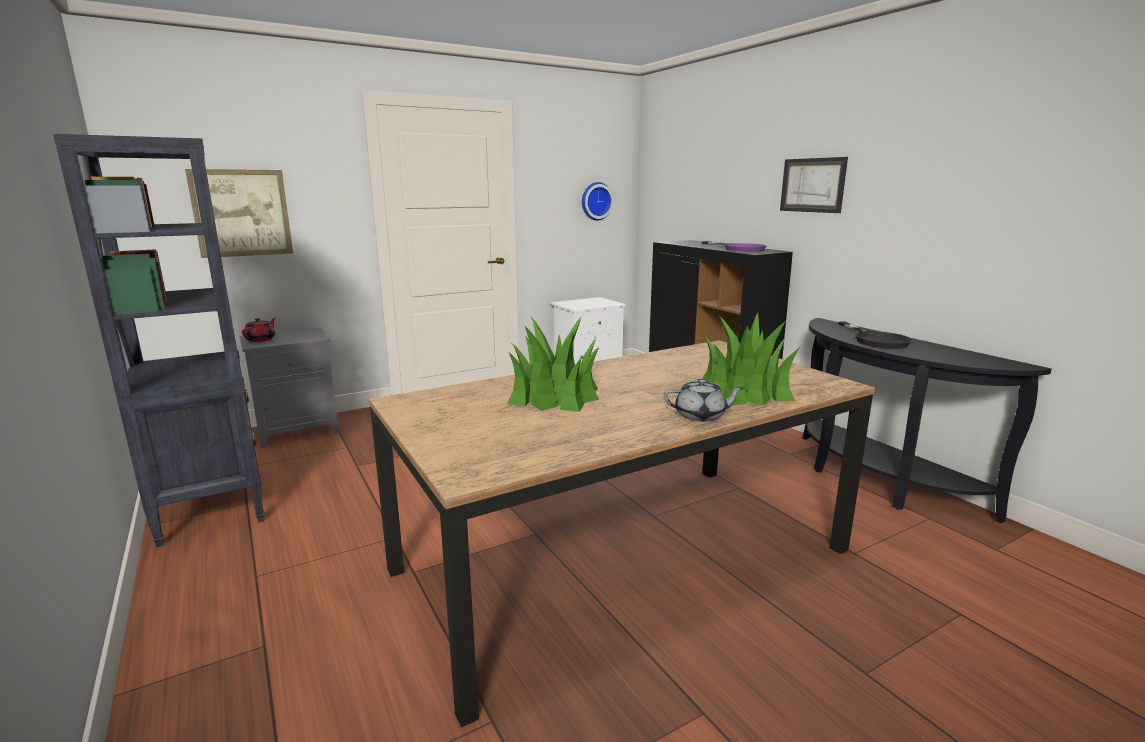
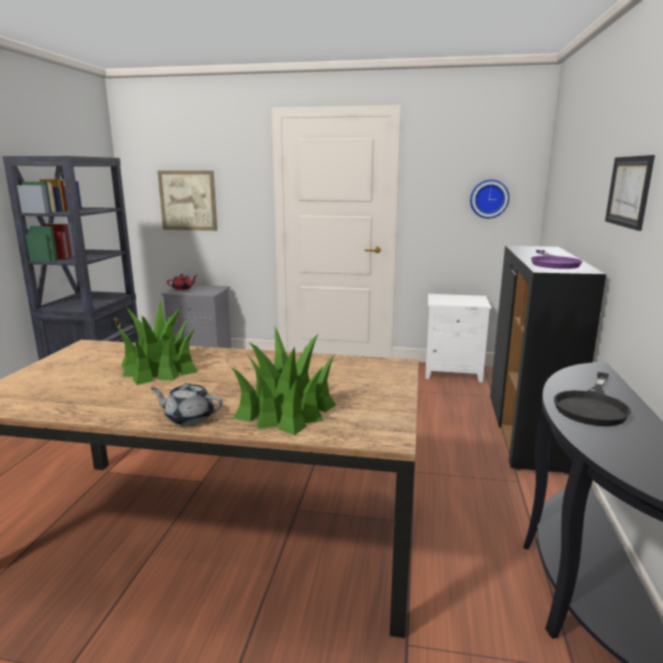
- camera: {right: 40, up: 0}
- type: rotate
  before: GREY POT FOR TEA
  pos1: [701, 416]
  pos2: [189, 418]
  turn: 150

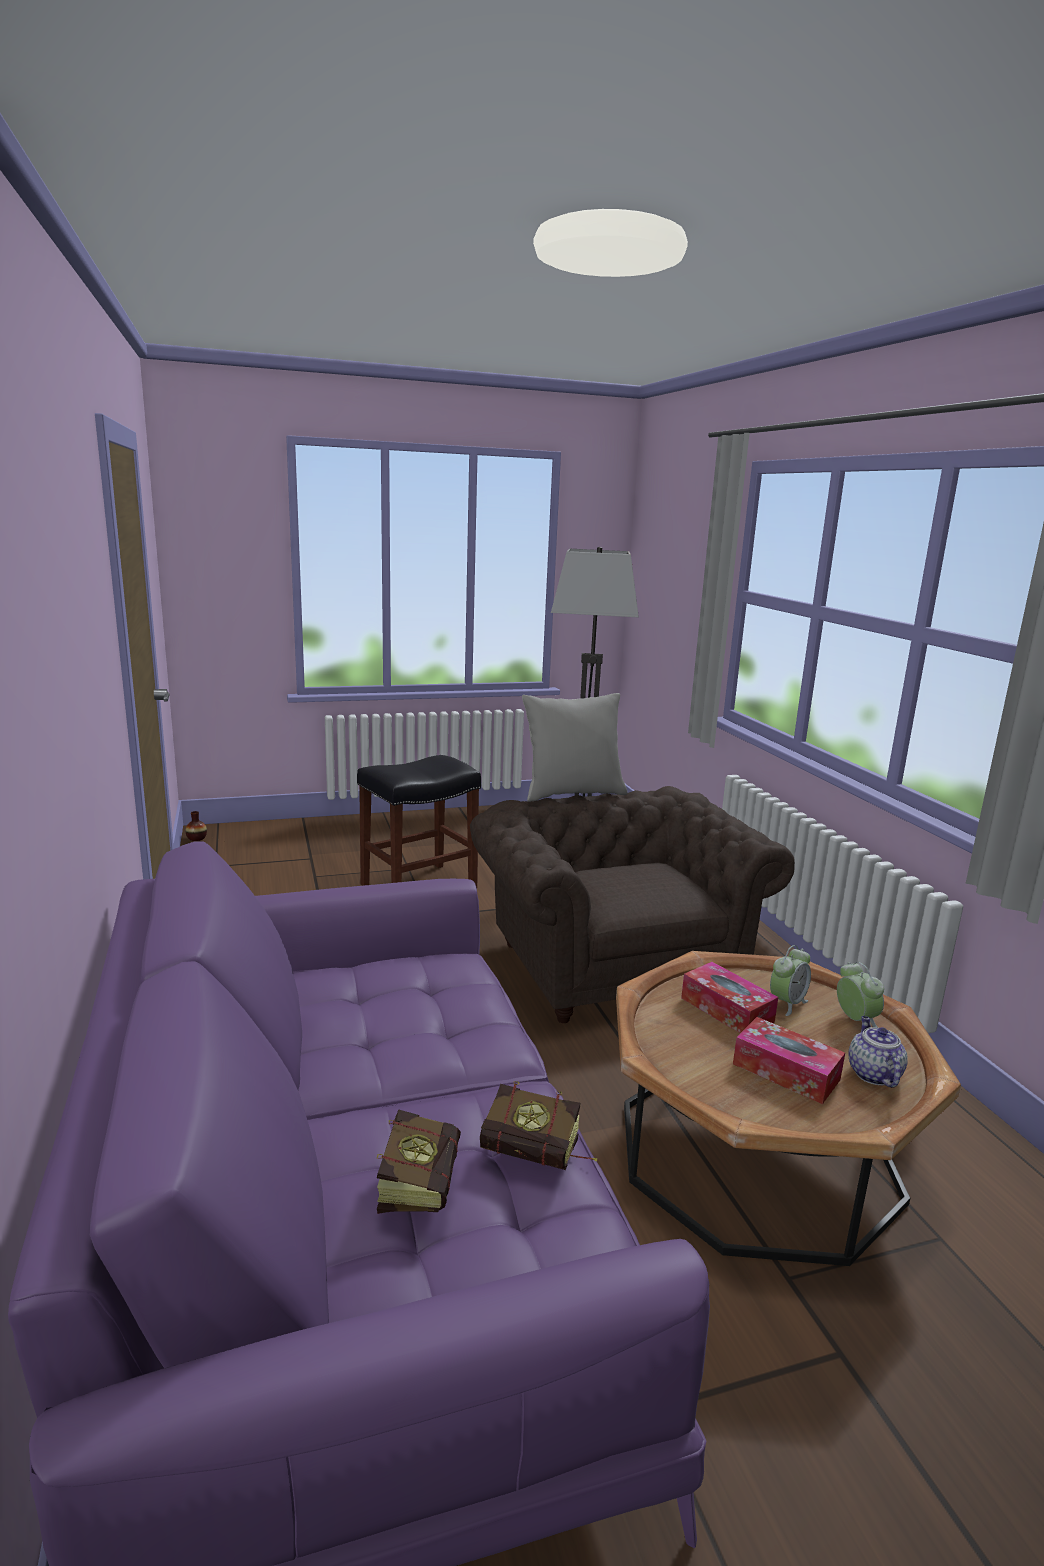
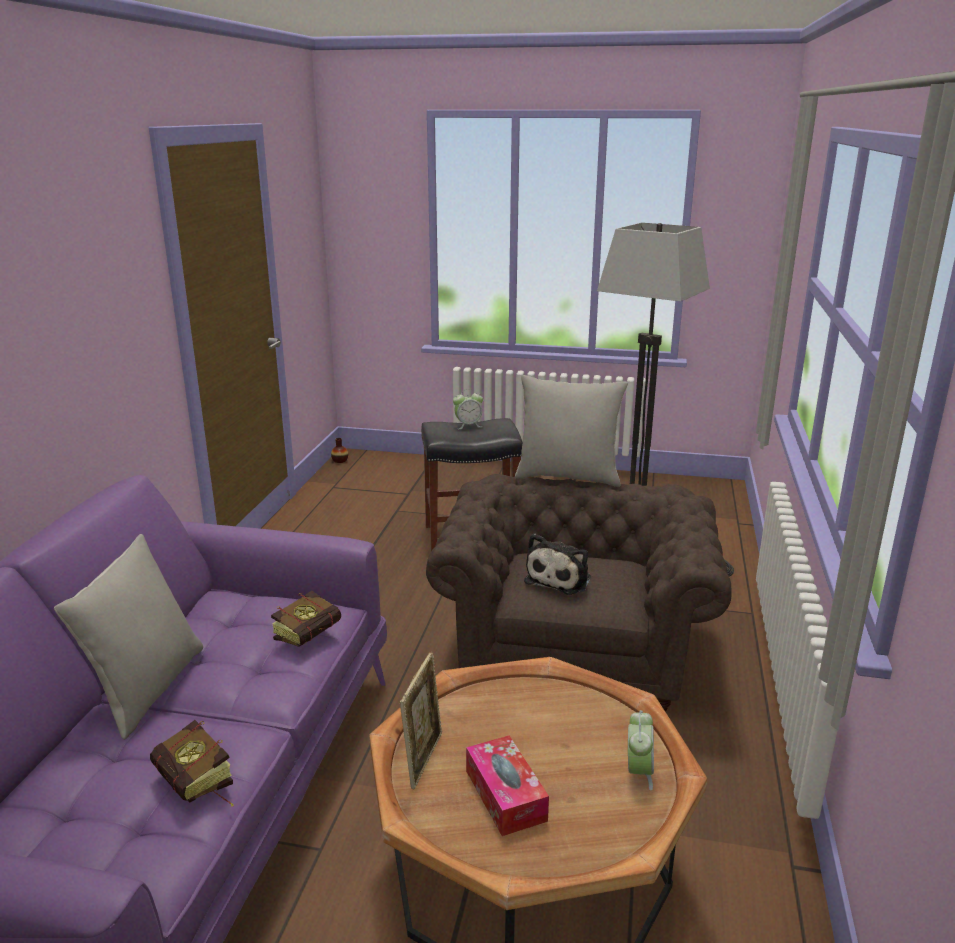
- camera: {right: 30, up: 5}
- type: move
  before: BEDSIDE CLOCK
  pos1: [787, 1003]
  pos2: [468, 425]
- type: delete
  before: BOX OF TISSUES
  pos1: [727, 1010]
- type: delete
  before: POT FOR TEA
  pos1: [872, 1073]
- type: move
  before: VOLUME
  pos1: [421, 1180]
  pos2: [313, 634]
- type: insert
  after: GREY PILLOW
  pos2: [146, 689]
- type: insert
  after: PLUSH TOY
  pos2: [560, 578]
- type: insert
  after: PHOTO FRAME
  pos2: [423, 759]

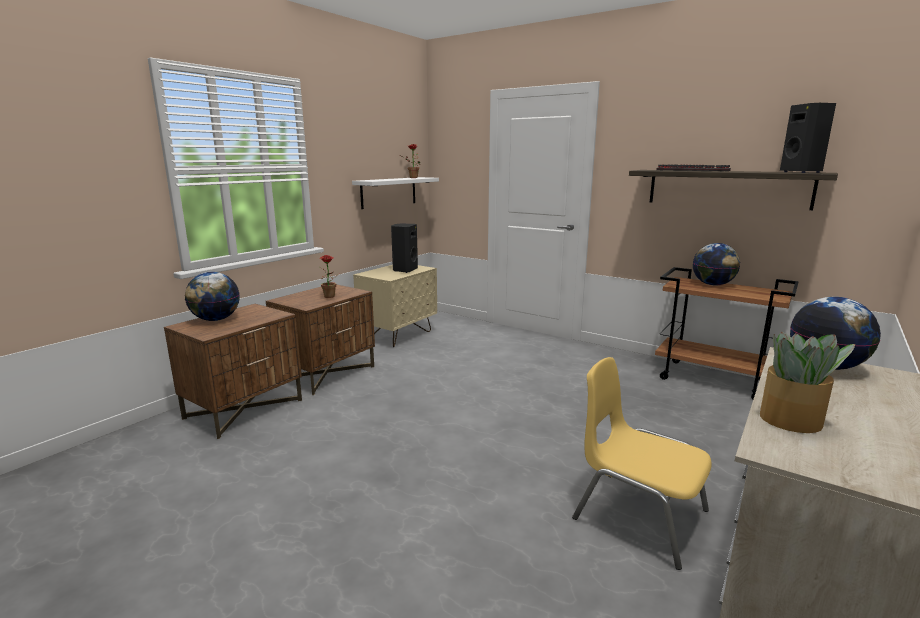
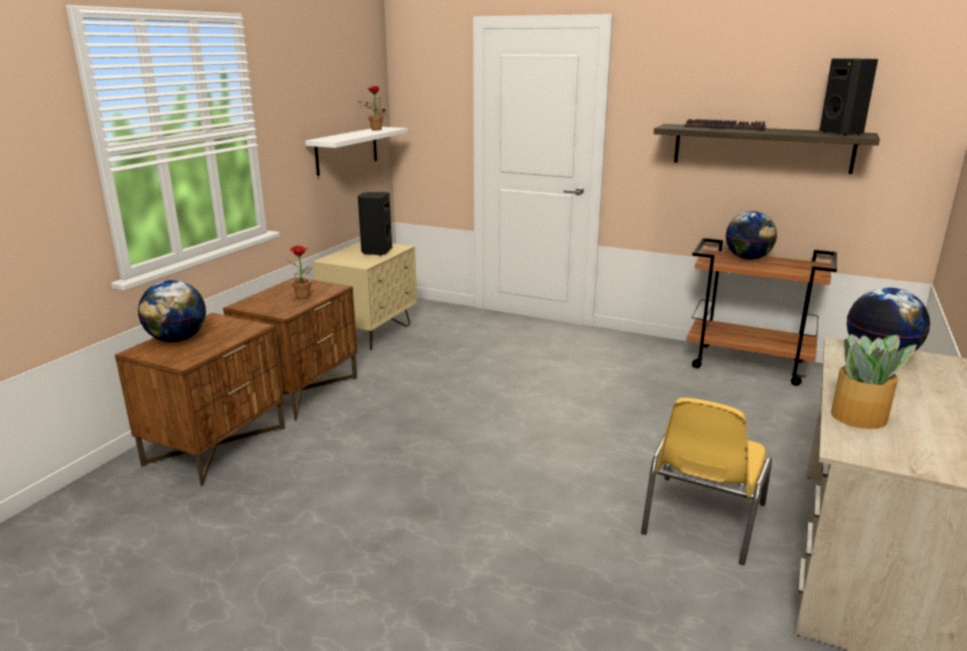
- camera: {right: -10, up: 5}
- type: rotate
  before: YELLOW-COLOURED UPRIGHT CHAIR
  pos1: [638, 514]
  pos2: [701, 519]
  turn: -90

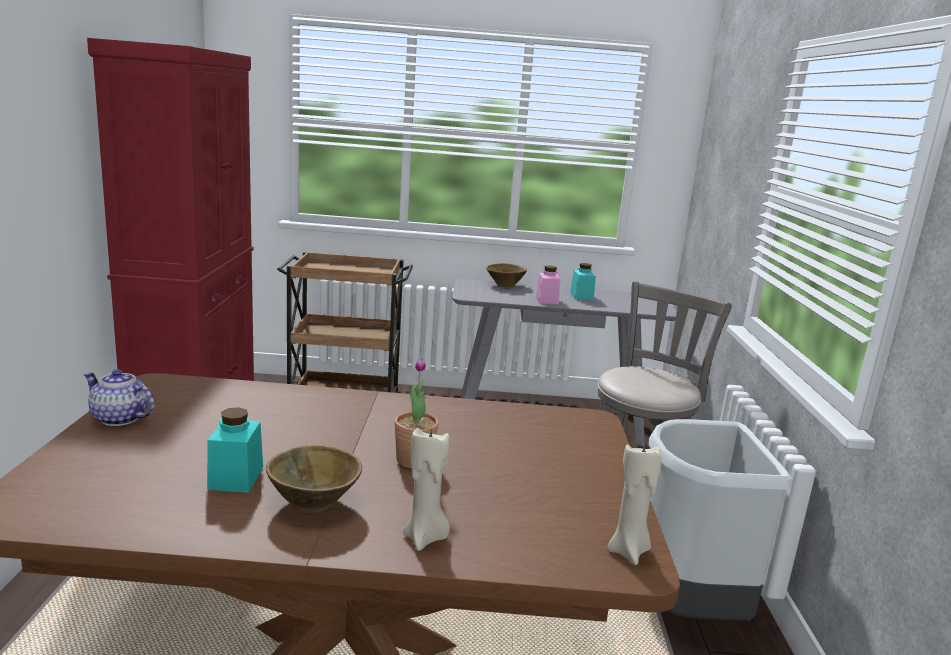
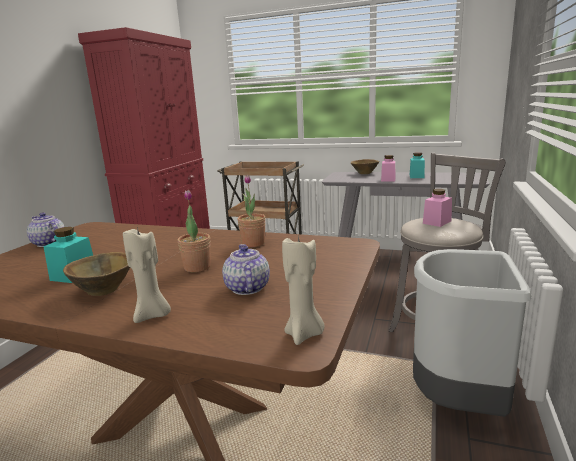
- camera: {right: 20, up: 0}
- type: insert
  after: PLANT IN A POT
  pos2: [253, 243]
- type: insert
  after: PINK-COLOURED JAR
  pos2: [437, 222]
- type: insert
  after: POT FOR TEA
  pos2: [247, 288]

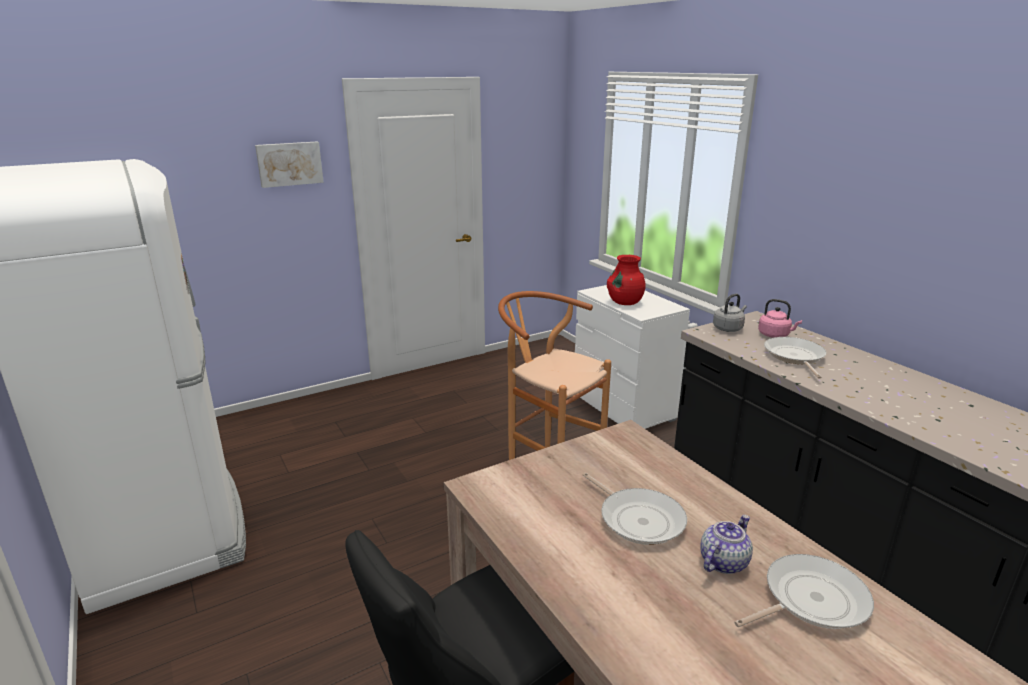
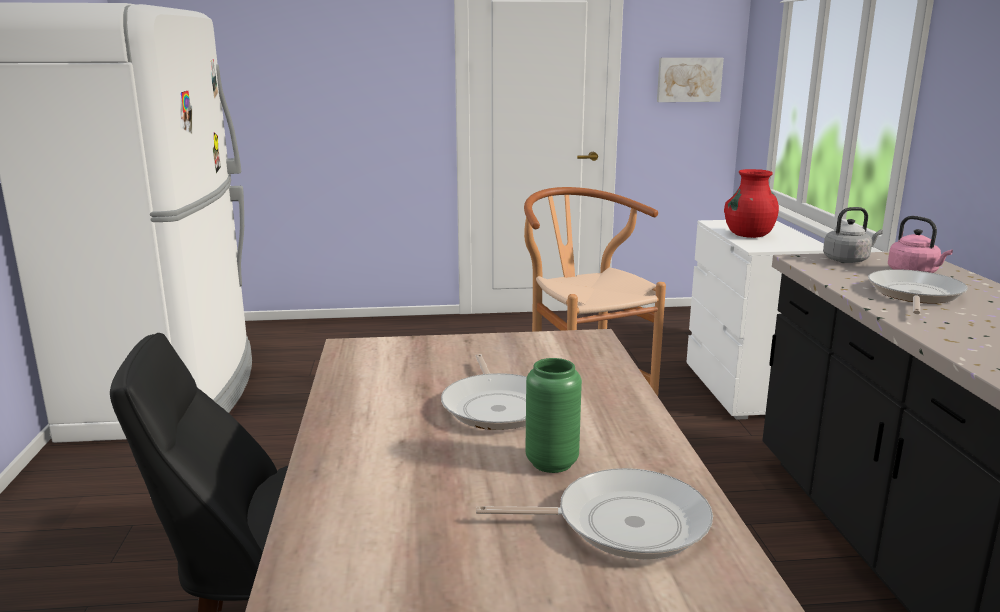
- camera: {right: 25, up: -5}
- type: move
  before: PICTURE
  pos1: [289, 164]
  pos2: [688, 79]
- type: replace
  before: POT FOR TEA
  after: GREEN DECORATIVE VASE
  pos1: [723, 561]
  pos2: [552, 463]

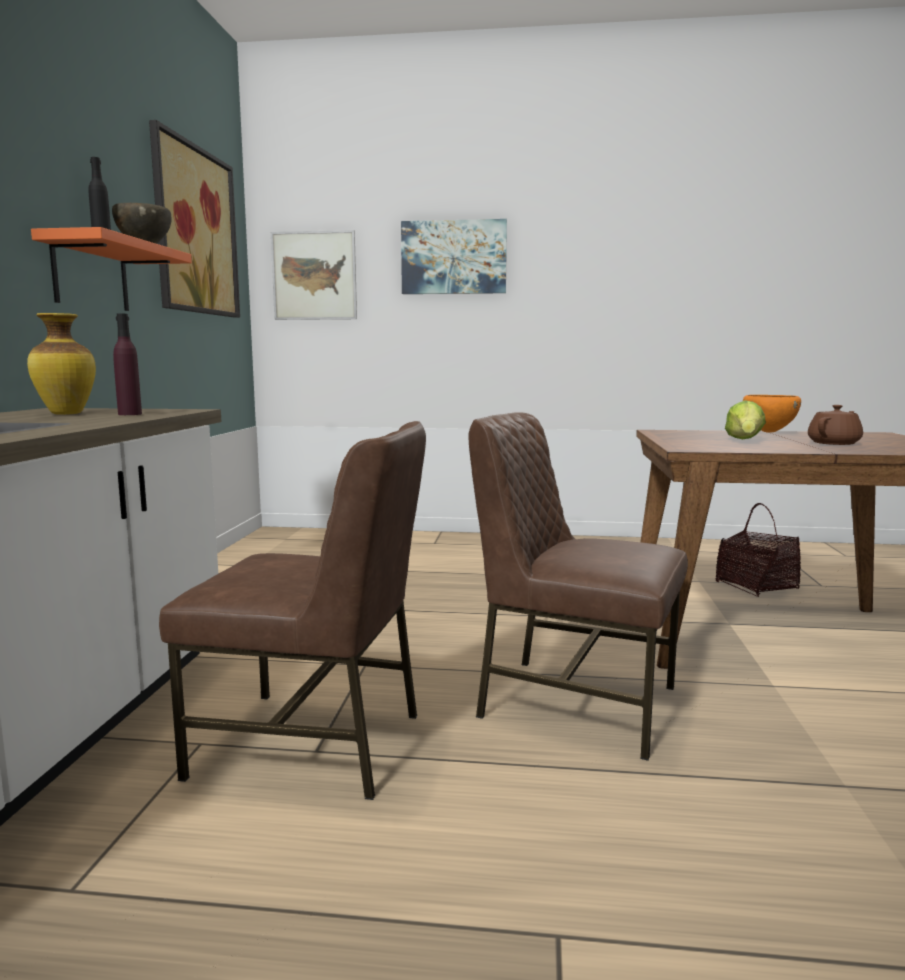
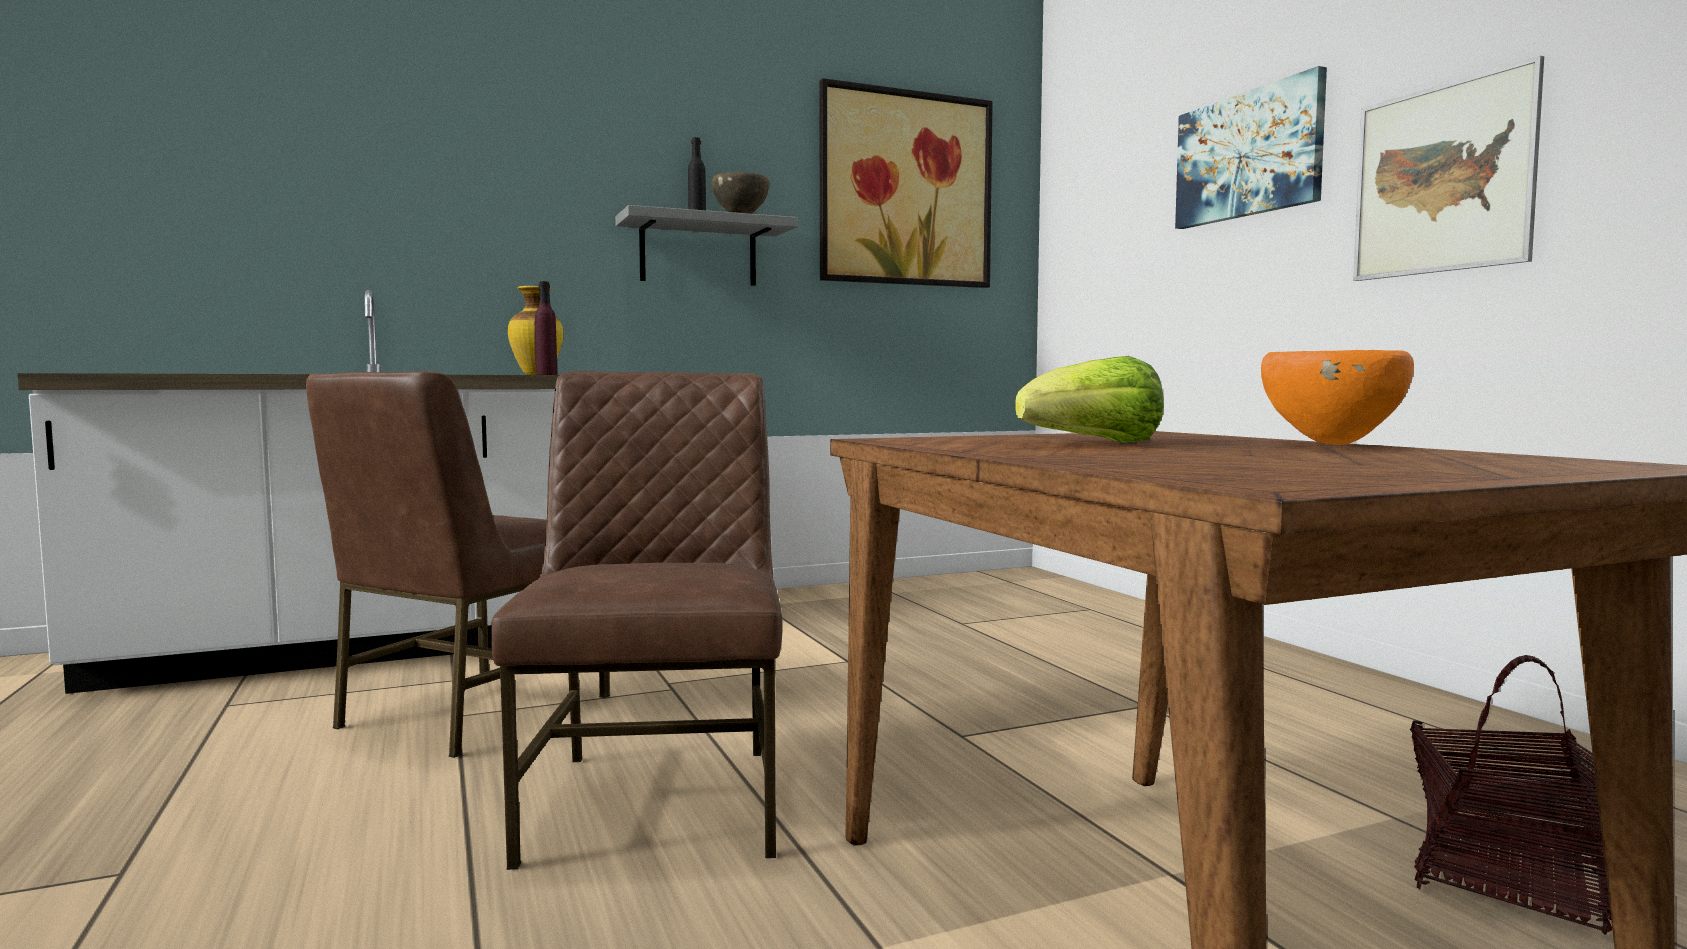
- camera: {right: 60, up: -5}
- type: recolor
  before: ORANGE-COLOURED WALL SHELF
  after: GREY WALL SHELF
  pos1: [91, 275]
  pos2: [698, 252]
- type: move
  before: PICTURE
  pos1: [314, 276]
  pos2: [1442, 179]
- type: delete
  before: BROWN POT FOR TEA
  pos1: [834, 443]
- type: rotate
  before: BROWN UPRIGHT CHAIR
  pos1: [313, 744]
  pos2: [470, 711]
  turn: 45

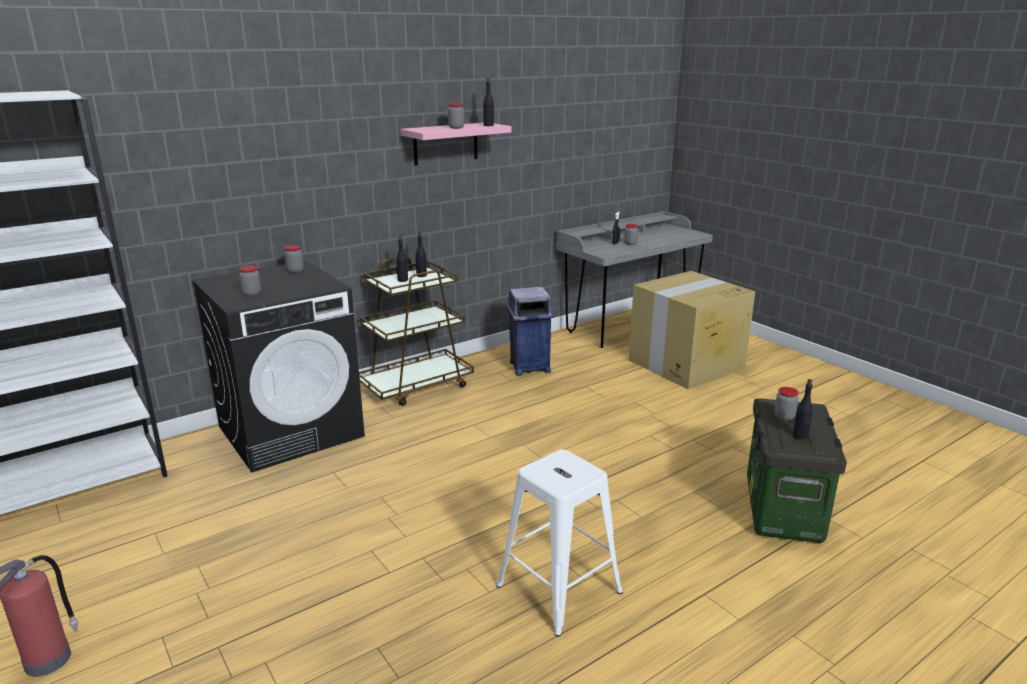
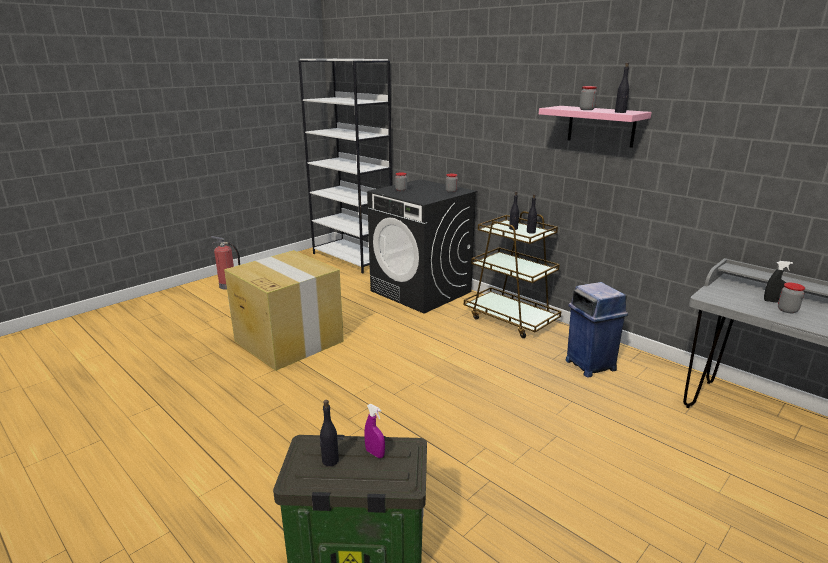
- camera: {right: 80, up: 0}
- type: move
  before: PACKING BOX
  pos1: [685, 364]
  pos2: [288, 340]
- type: replace
  before: JAR
  after: PURPLE-COLOURED SPRAYER
  pos1: [784, 417]
  pos2: [375, 453]
- type: delete
  before: WHITE-COLOURED STOOL SEAT
  pos1: [557, 588]

